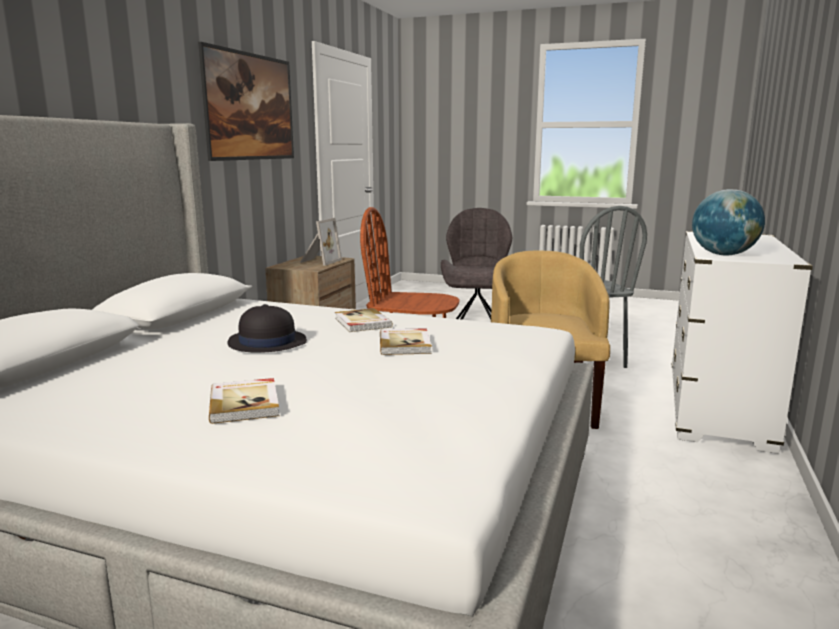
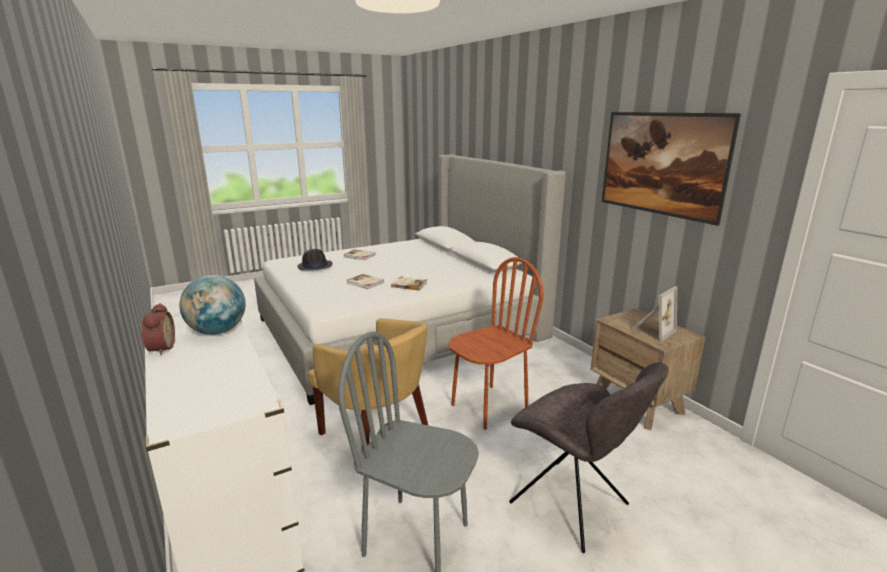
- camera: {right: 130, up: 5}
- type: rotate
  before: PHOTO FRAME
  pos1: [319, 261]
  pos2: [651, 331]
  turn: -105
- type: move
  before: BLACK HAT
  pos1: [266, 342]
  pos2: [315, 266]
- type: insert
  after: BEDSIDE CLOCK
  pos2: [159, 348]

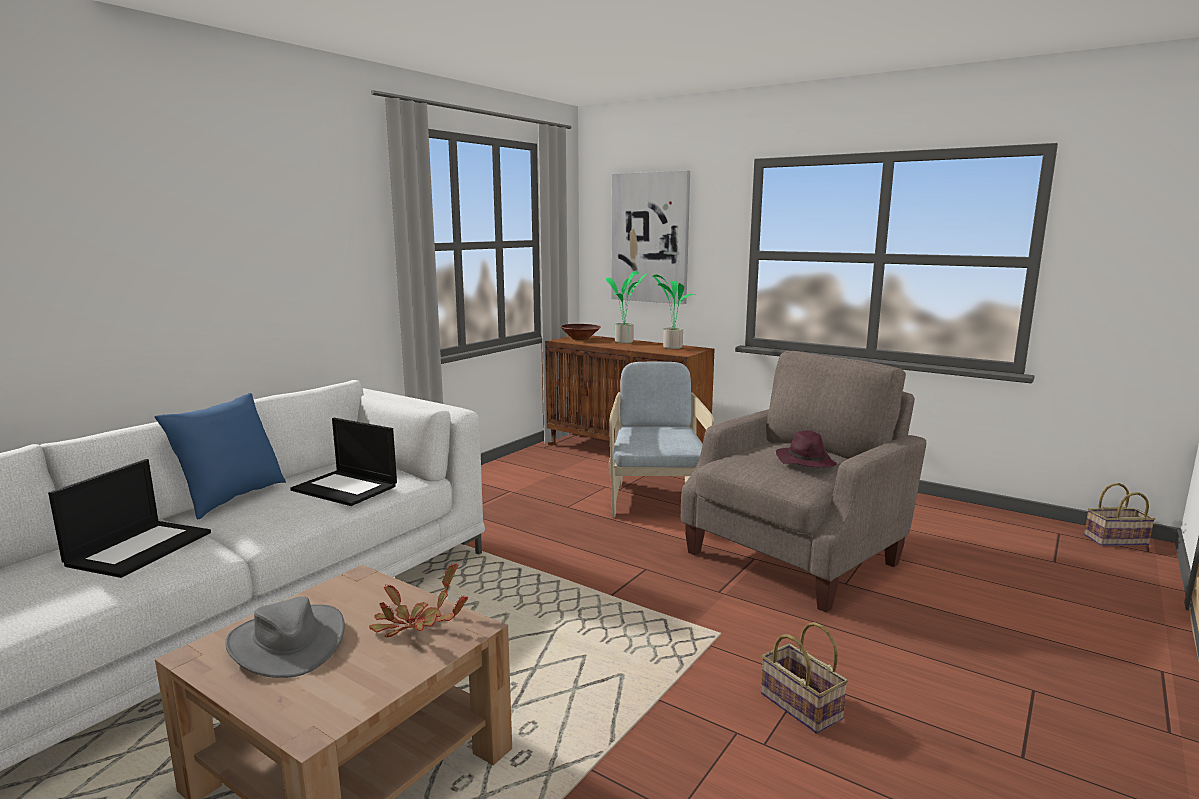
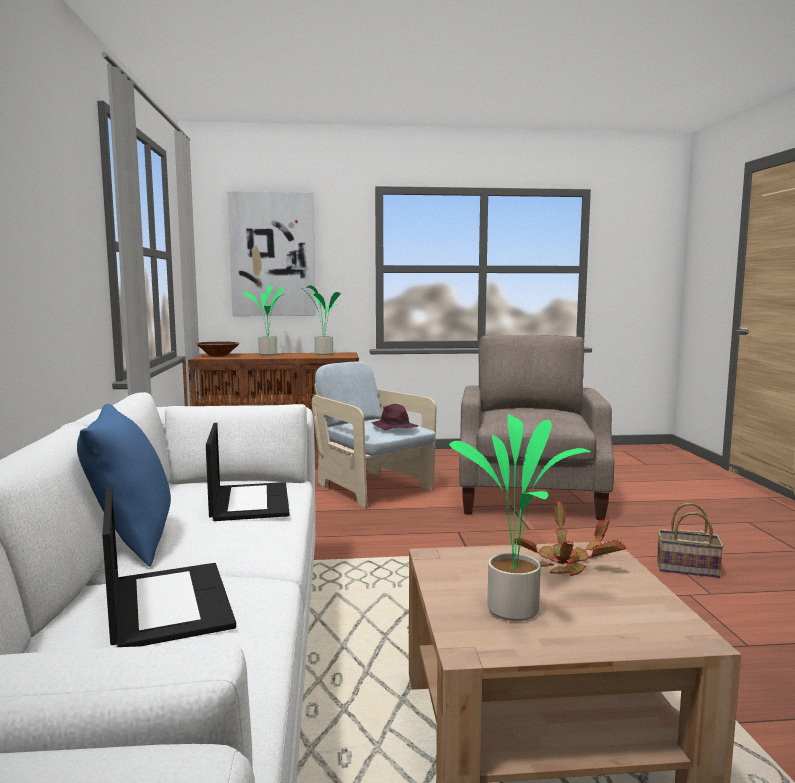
- camera: {right: -40, up: -5}
- type: rotate
  before: LAPTOP
  pos1: [346, 488]
  pos2: [249, 502]
  turn: -90
- type: move
  before: PURPLE-COLOURED HAT
  pos1: [805, 461]
  pos2: [394, 428]
- type: delete
  before: HOUSEHOLD BASKET
  pos1: [1115, 540]
- type: replace
  before: GREY HAT
  after: PLANT IN A POT
  pos1: [287, 642]
  pos2: [516, 609]

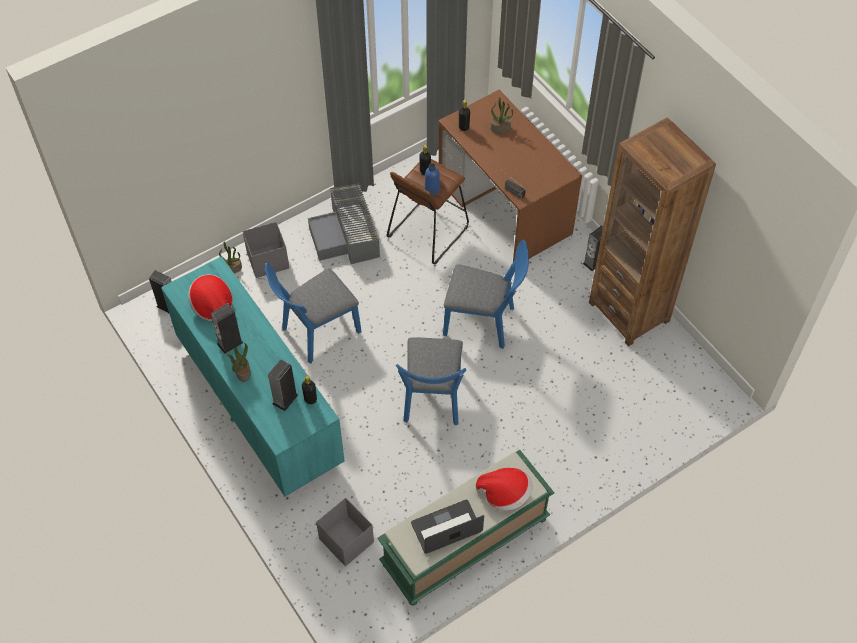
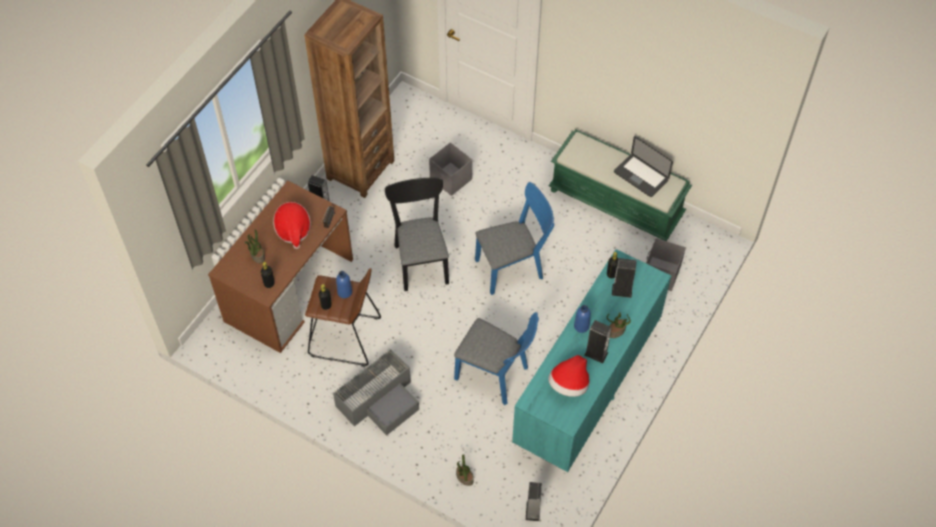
- camera: {right: -115, up: 0}
- type: move
  before: GREY STORAGE BOX
  pos1: [267, 261]
  pos2: [451, 179]
- type: recolor
  before: BLUISH UPRIGHT CHAIR
  after: BLACK UPRIGHT CHAIR
  pos1: [484, 322]
  pos2: [421, 260]
- type: move
  before: HAT
  pos1: [505, 494]
  pos2: [293, 230]
- type: insert
  after: BLUISH BOTTLE
  pos2: [581, 326]

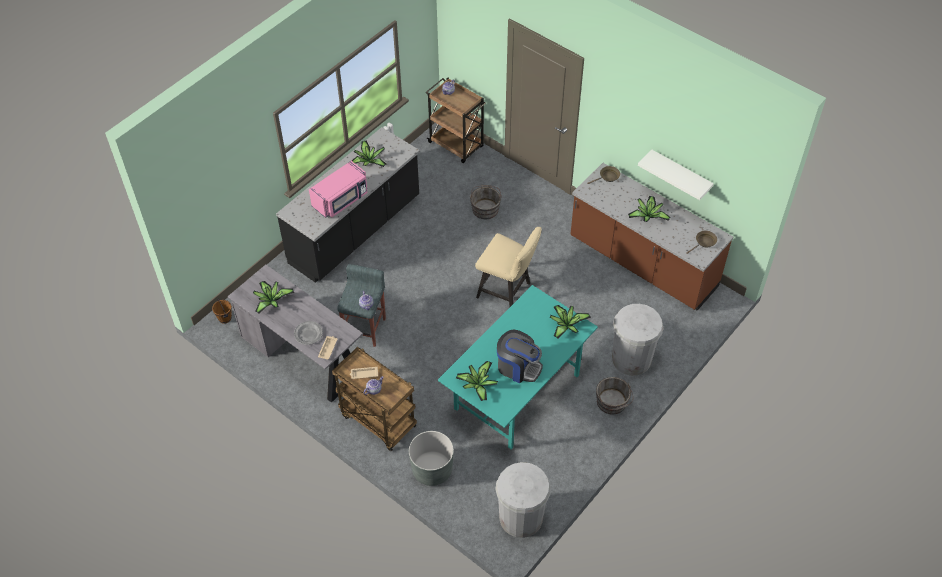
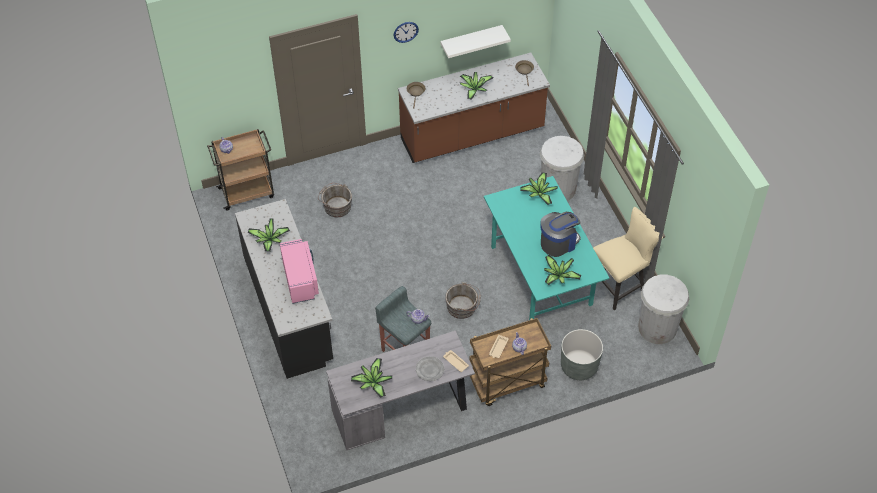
- camera: {right: -60, up: 0}
- type: move
  before: BEIGE-COLOURED UPRIGHT CHAIR
  pos1: [507, 291]
  pos2: [620, 285]
- type: delete
  before: BROWN WATER BUCKET
  pos1: [224, 318]
- type: move
  before: GREY WATER BUCKET
  pos1: [612, 403]
  pos2: [463, 307]
- type: insert
  after: HANGING CLOCK
  pos2: [405, 32]

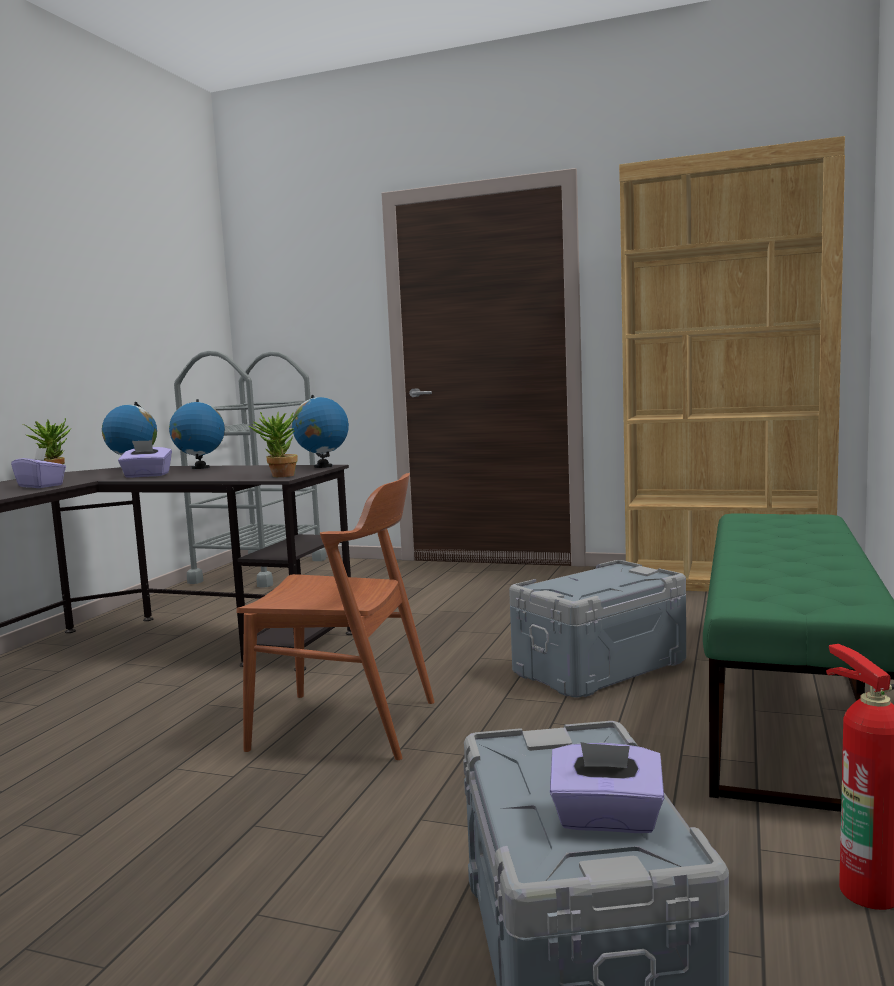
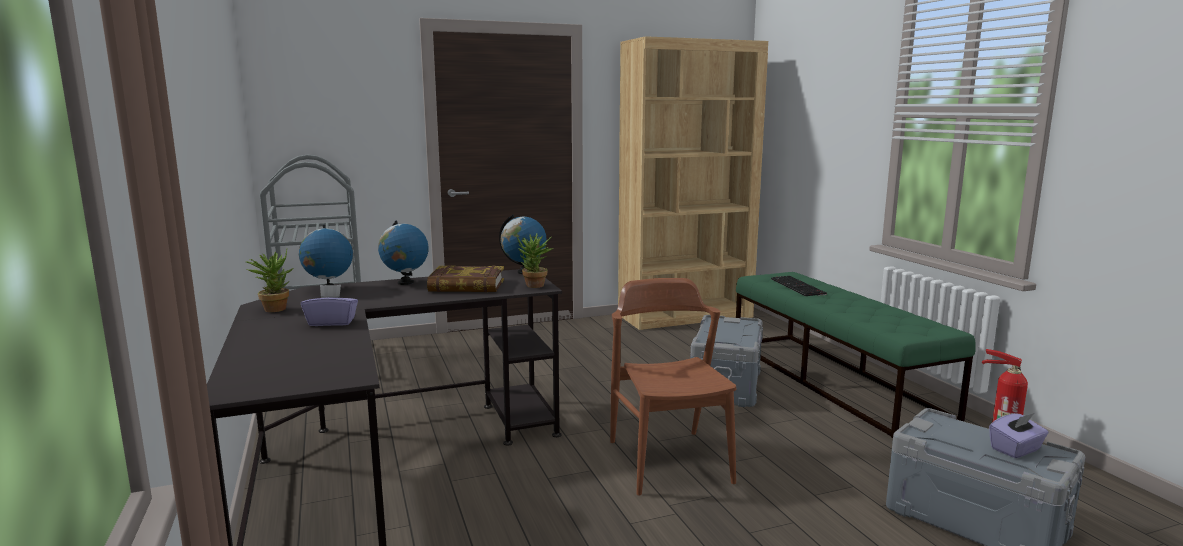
- camera: {right: -40, up: 5}
- type: delete
  before: PURPLE-COLOURED BOX OF TISSUES
  pos1: [147, 475]
- type: rotate
  before: BROWN UPRIGHT CHAIR
  pos1: [345, 725]
  pos2: [669, 461]
  turn: -75
- type: insert
  after: VOLUME
  pos2: [466, 286]
- type: insert
  after: COMPUTER KEYBOARD
  pos2: [799, 286]

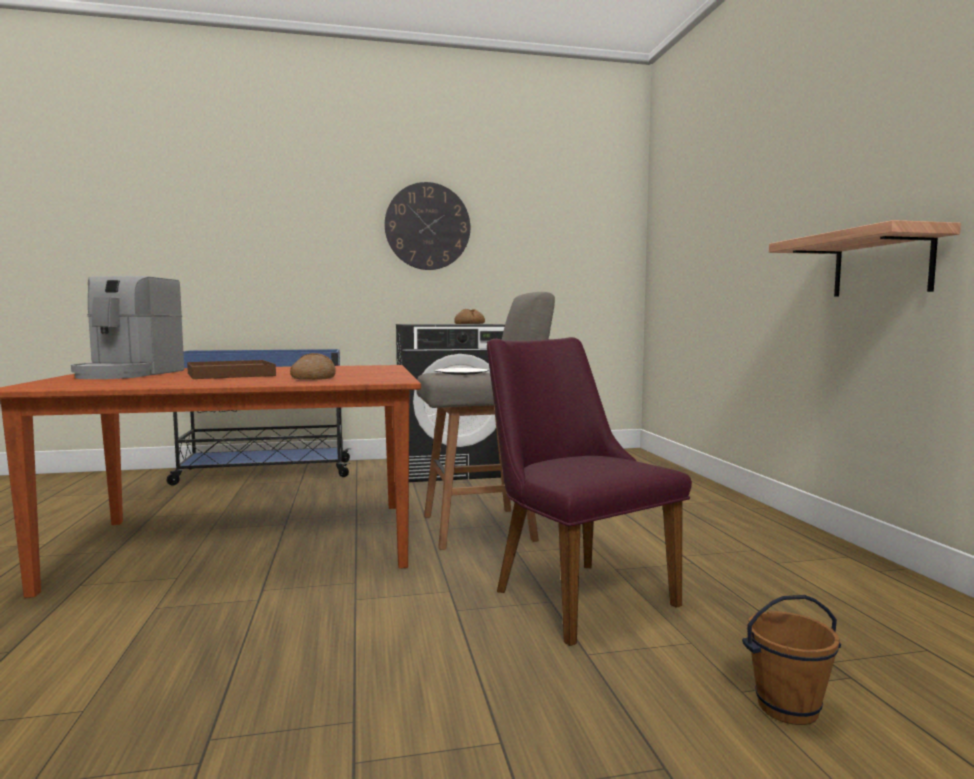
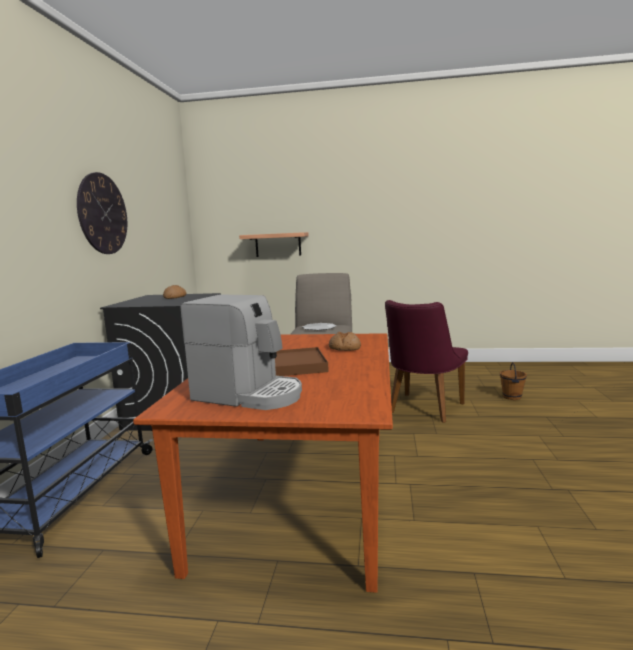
- camera: {right: -70, up: 5}
- type: move
  before: WALL SHELF
  pos1: [882, 264]
  pos2: [278, 245]
- type: rotate
  before: PURPLE-COLOURED UPRIGHT CHAIR
  pos1: [572, 592]
  pos2: [422, 410]
  turn: -45

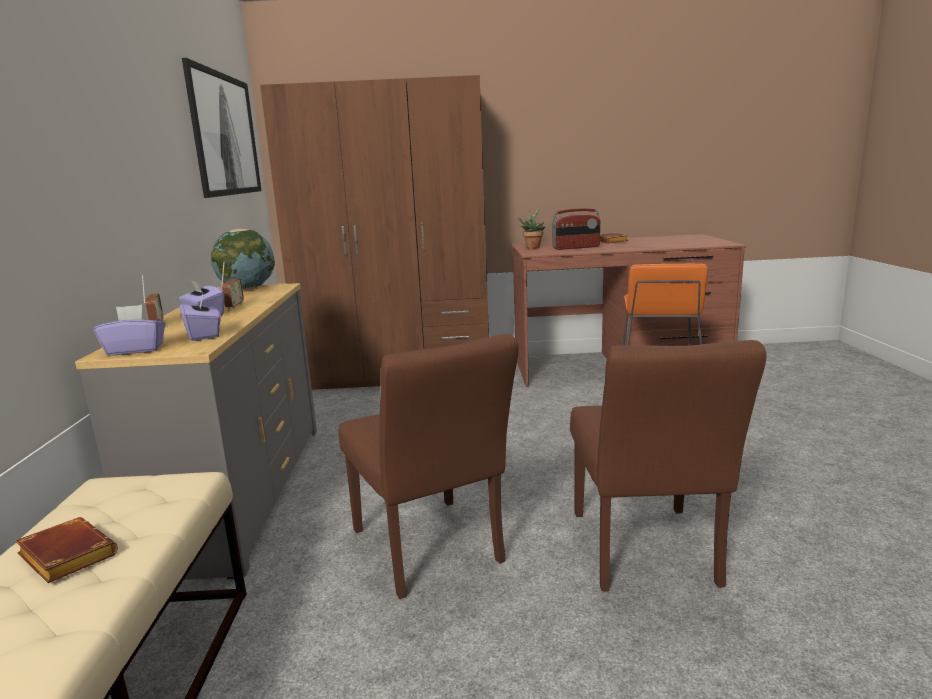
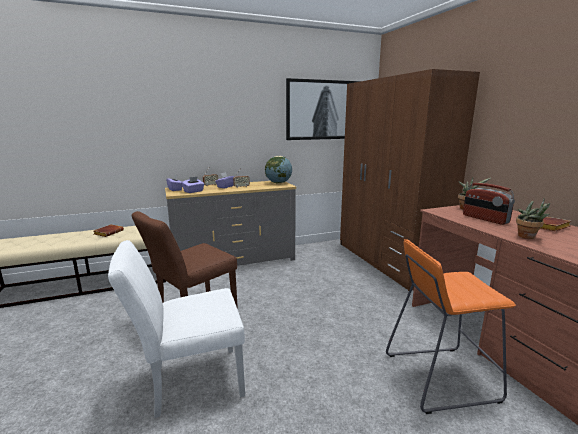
- camera: {right: 70, up: 0}
- type: recolor
  before: BROWN UPRIGHT CHAIR
  after: WHITE-COLOURED UPRIGHT CHAIR
  pos1: [646, 555]
  pos2: [189, 382]
- type: insert
  after: PLANT IN A POT
  pos2: [528, 237]

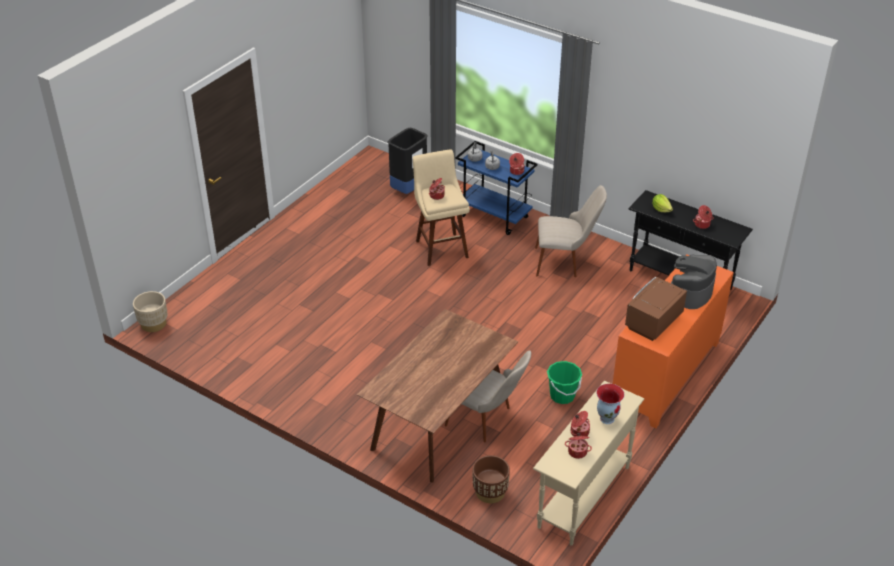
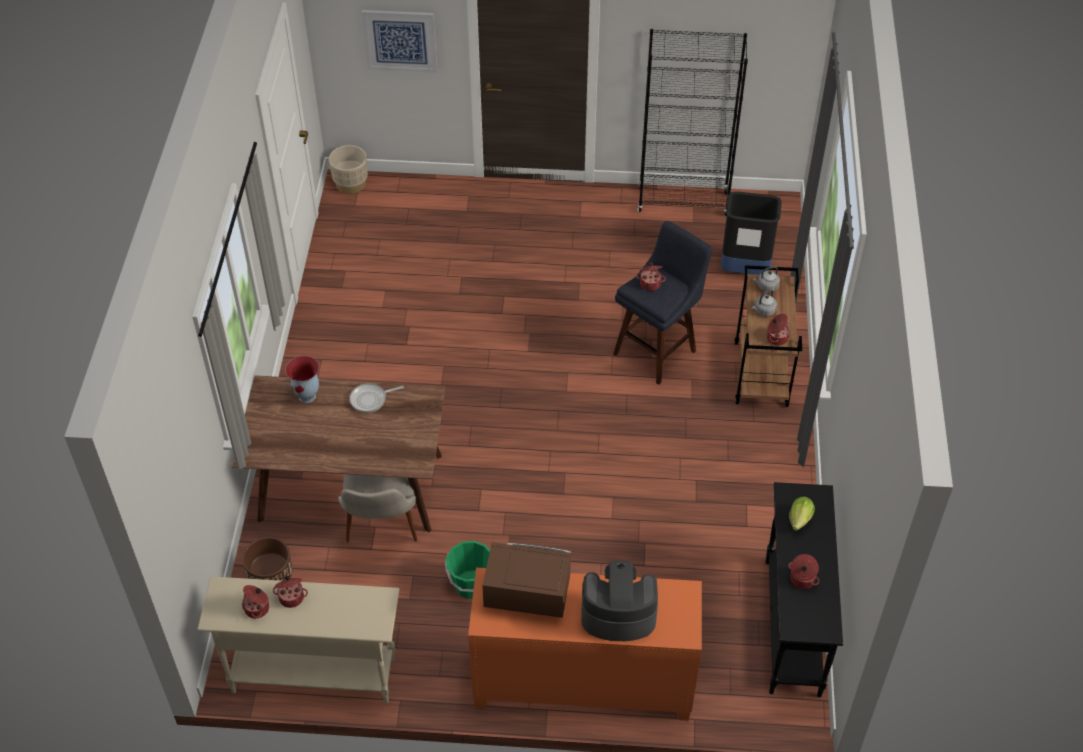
- camera: {right: 60, up: 10}
- type: recolor
  before: BLUISH CART
  after: BROWN CART
  pos1: [495, 217]
  pos2: [761, 374]
- type: recolor
  before: BEIGE-COLOURED STOOL SEAT
  after: BLUISH STOOL SEAT
  pos1: [440, 247]
  pos2: [658, 349]
- type: delete
  before: BEIGE-COLOURED UPRIGHT CHAIR
  pos1: [565, 262]
- type: move
  before: DECORATIVE VASE
  pos1: [607, 418]
  pos2: [308, 396]
- type: insert
  after: PICTURE
  pos2: [400, 40]
- type: insert
  after: BLACK BOOKSHELF
  pos2: [683, 202]
- type: insert
  after: PAN
  pos2: [370, 399]

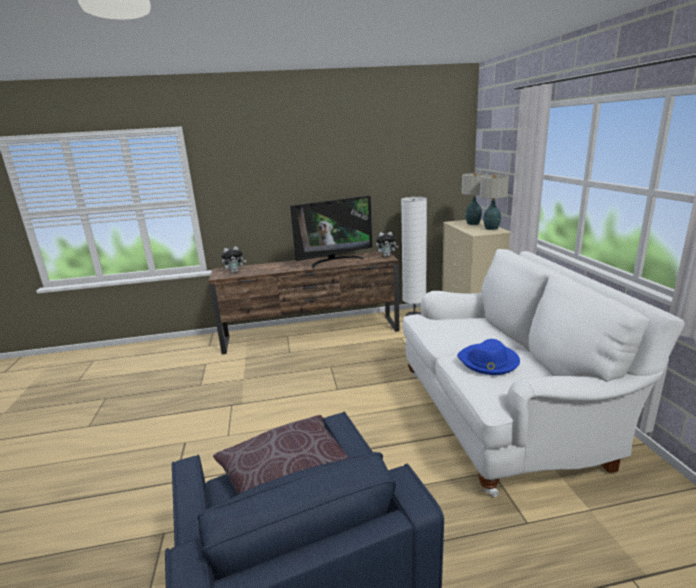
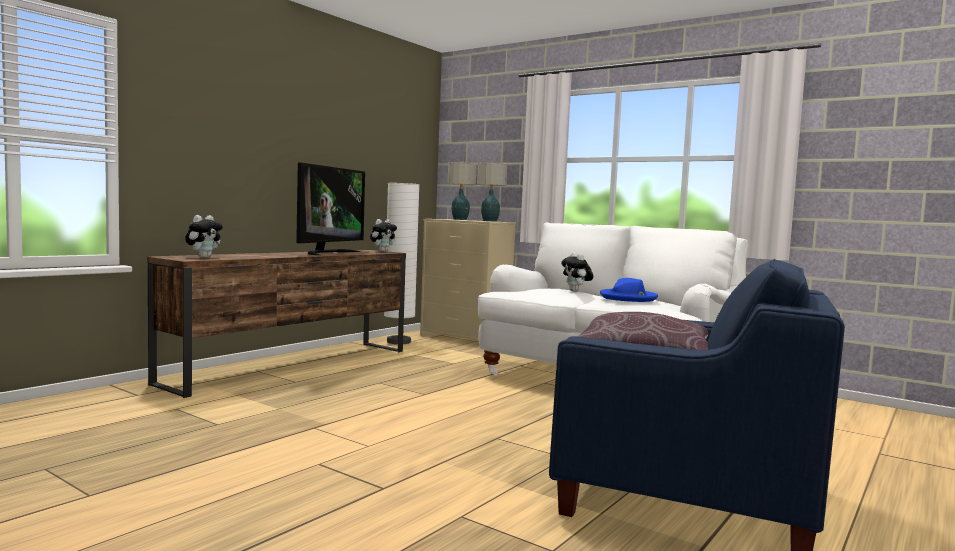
- camera: {right: -45, up: -15}
- type: insert
  after: PLUSH TOY
  pos2: [576, 291]

